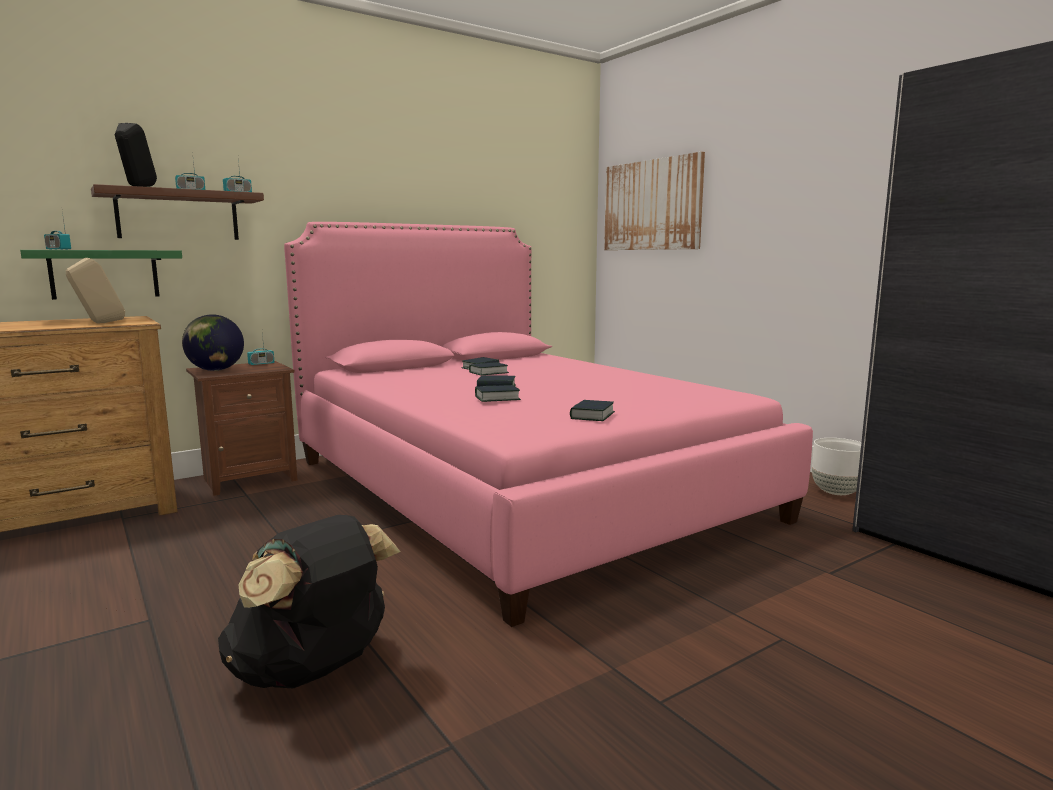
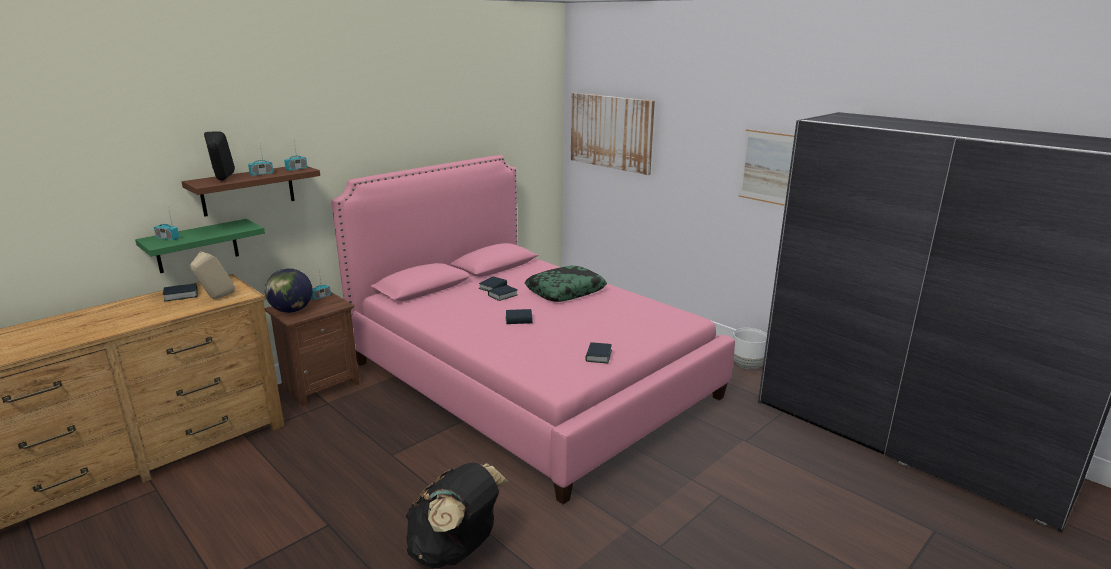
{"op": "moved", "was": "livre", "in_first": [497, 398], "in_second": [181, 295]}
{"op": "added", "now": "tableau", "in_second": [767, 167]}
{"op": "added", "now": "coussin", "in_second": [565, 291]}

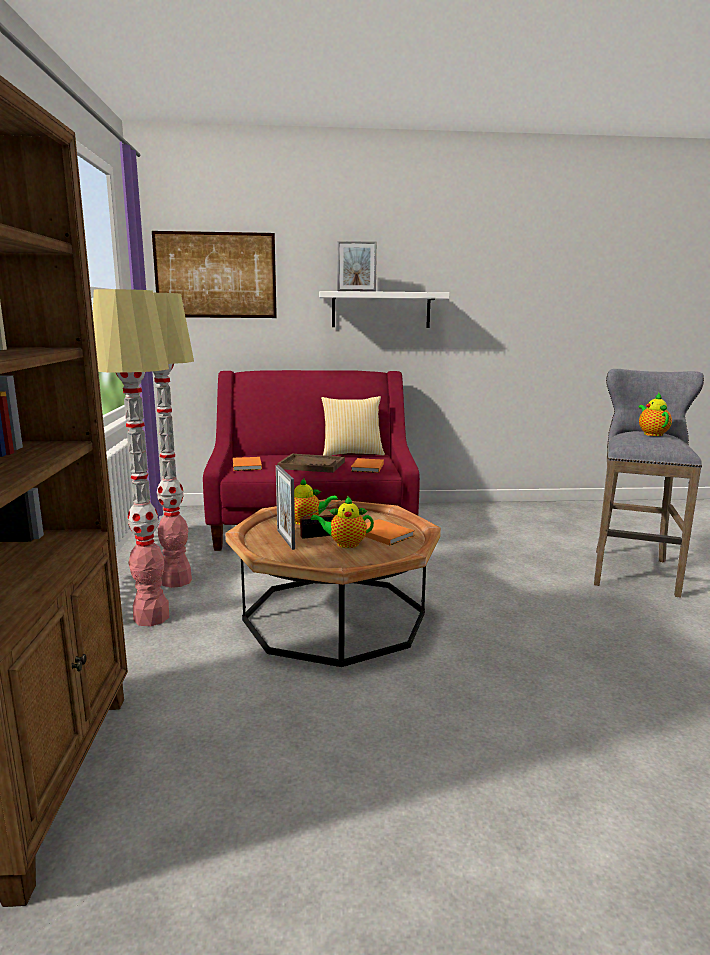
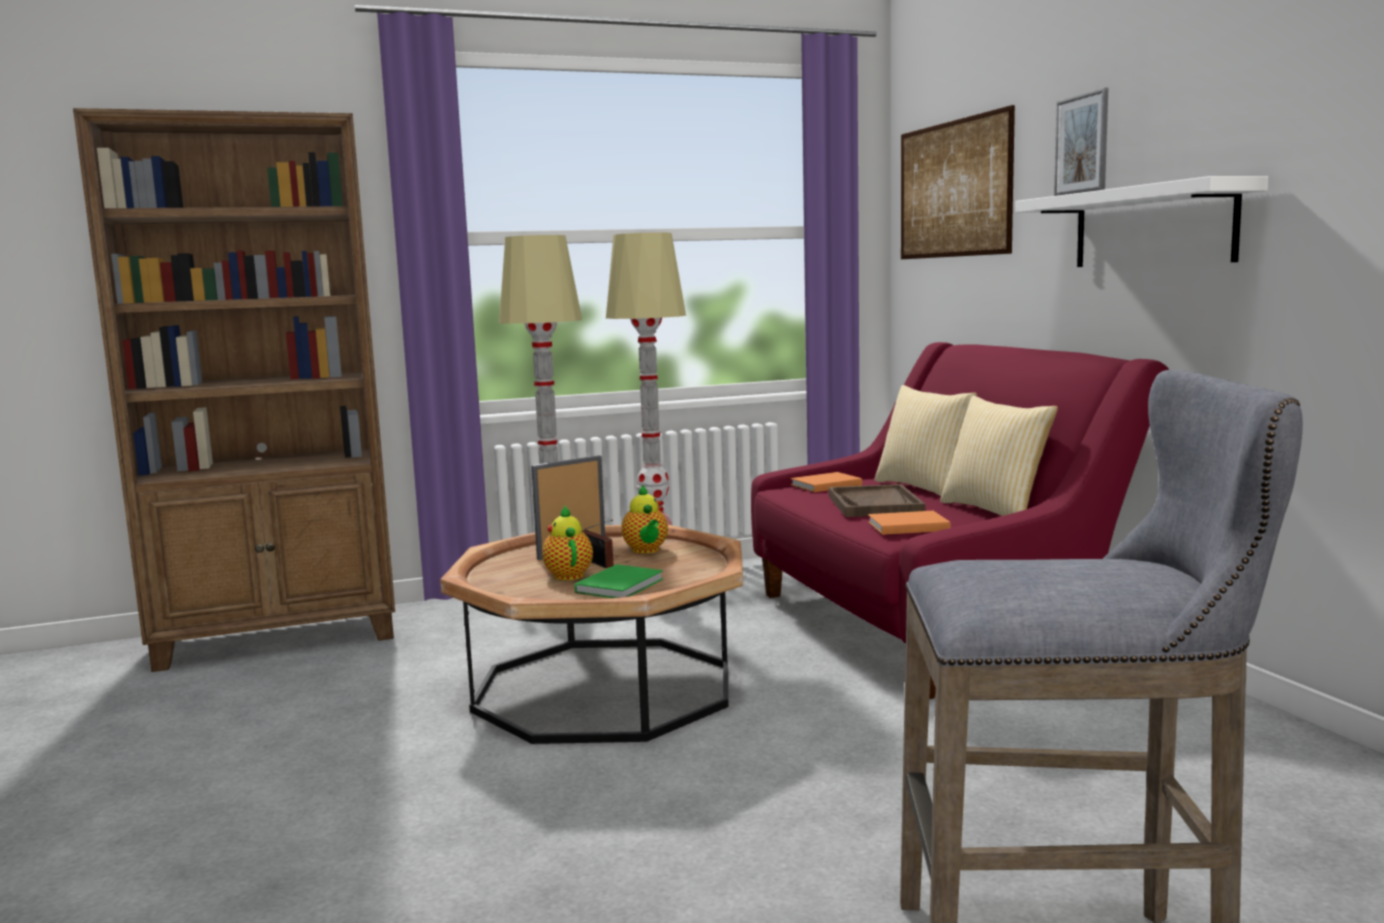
{"op": "removed", "was": "théière", "in_first": [652, 434]}
{"op": "recoloured", "was": "livre [orange]", "now": "livre [vert]", "in_first": [383, 534], "in_second": [622, 585]}
{"op": "added", "now": "coussin", "in_second": [924, 487]}

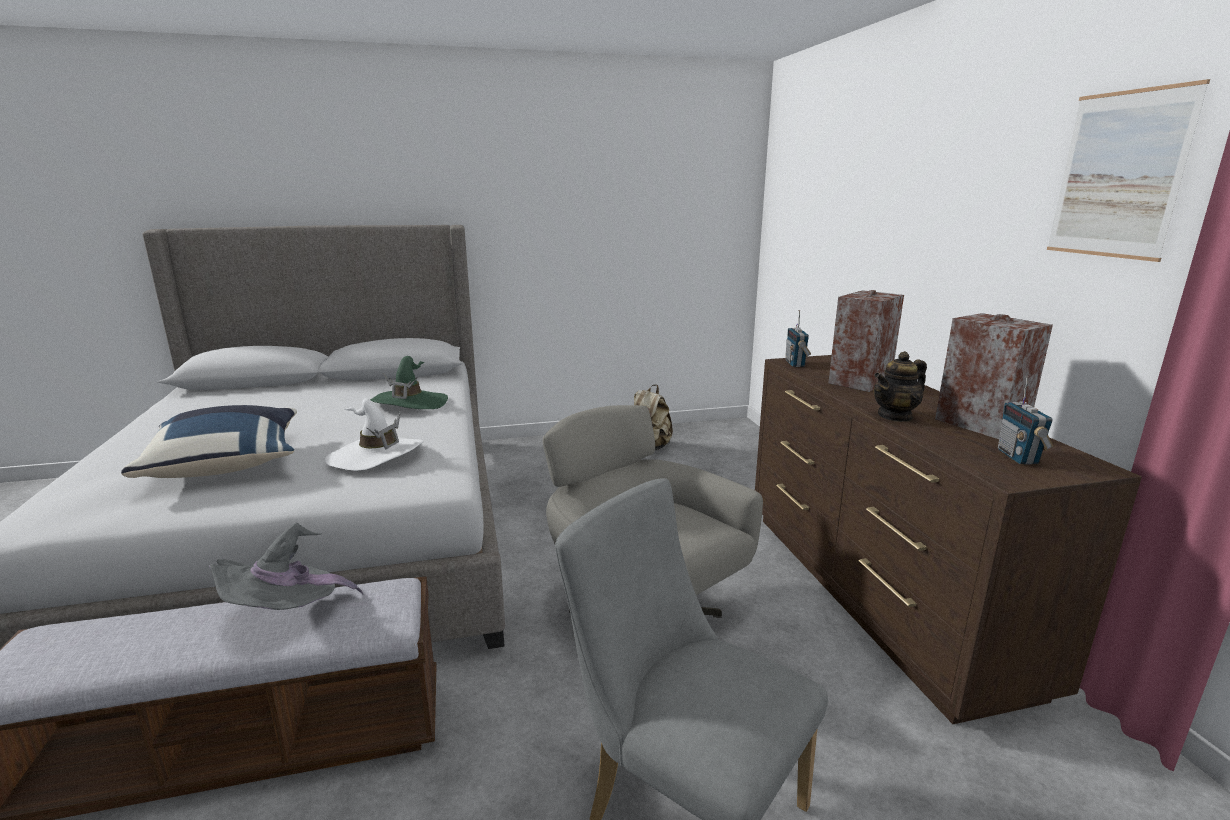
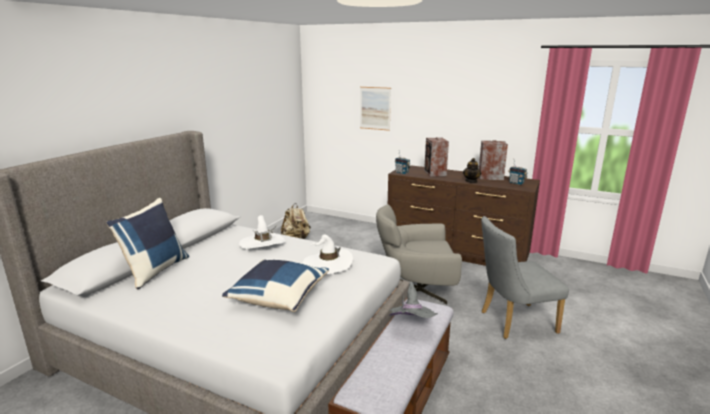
{"op": "moved", "was": "tableau", "in_first": [1119, 175], "in_second": [375, 108]}
{"op": "recoloured", "was": "chapeau [vert]", "now": "chapeau [blanc]", "in_first": [409, 403], "in_second": [262, 243]}
{"op": "added", "now": "coussin [bleu]", "in_second": [155, 270]}

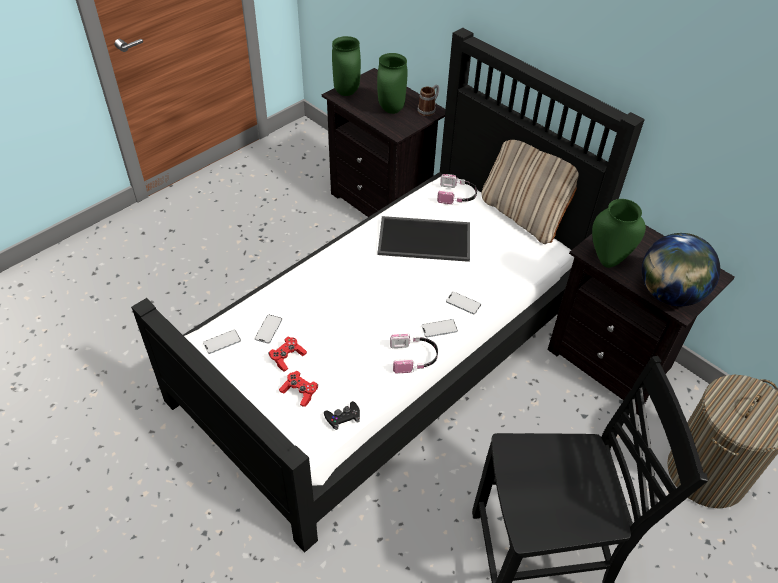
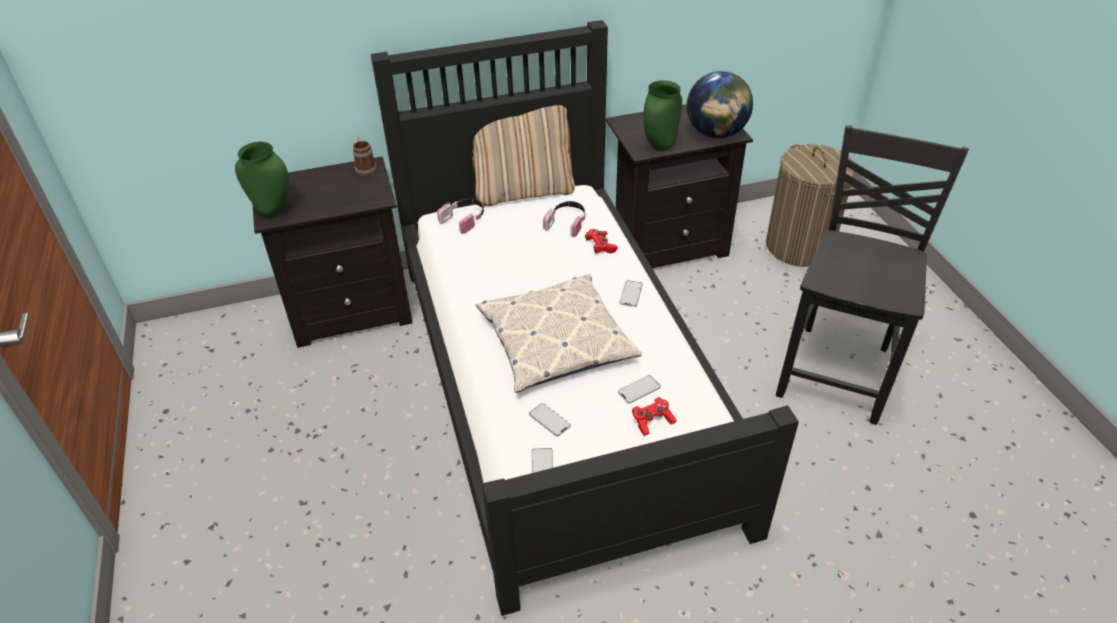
{"op": "removed", "was": "vase [vert]", "in_first": [390, 109]}
{"op": "removed", "was": "plateau", "in_first": [425, 238]}
{"op": "moved", "was": "téléphone", "in_first": [463, 303], "in_second": [639, 390]}
{"op": "moved", "was": "casque audio", "in_first": [414, 358], "in_second": [567, 222]}
{"op": "moved", "was": "manette [rouge]", "in_first": [287, 357], "in_second": [600, 246]}
{"op": "removed", "was": "manette [noir]", "in_first": [343, 417]}
{"op": "added", "now": "coussin", "in_second": [555, 341]}

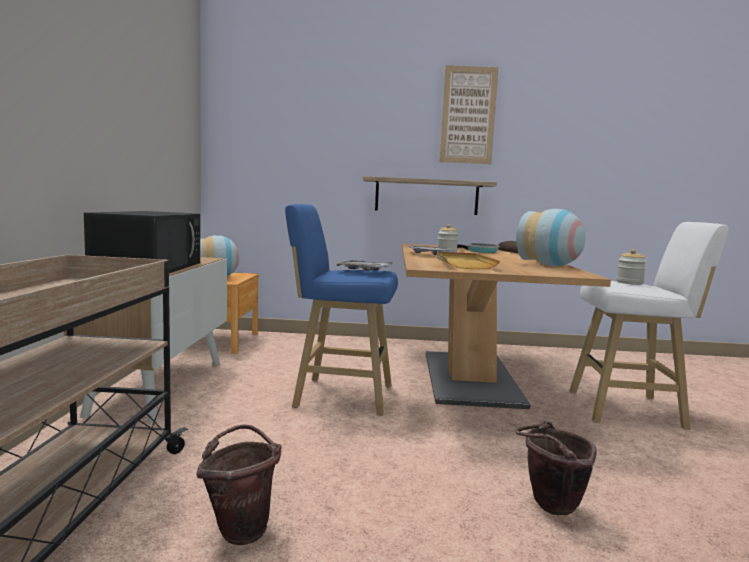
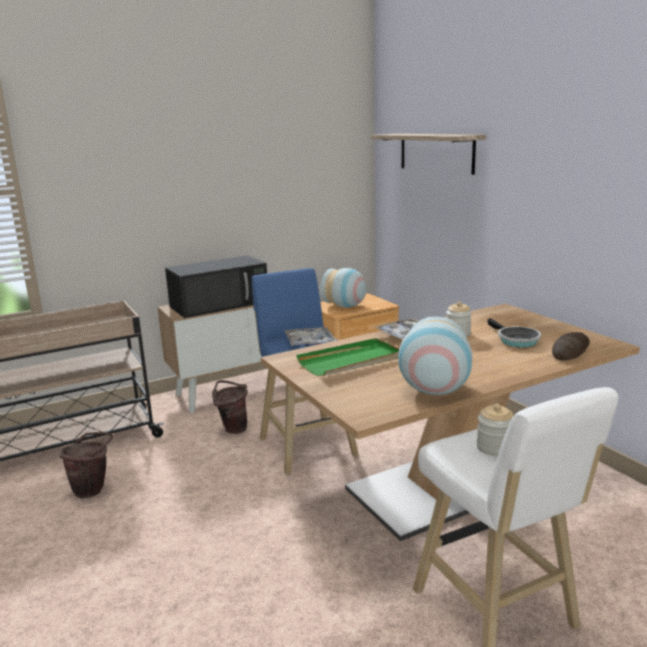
{"op": "removed", "was": "tableau", "in_first": [468, 115]}
{"op": "moved", "was": "étagère", "in_first": [426, 196], "in_second": [436, 152]}
{"op": "recoloured", "was": "plateau [beige]", "now": "plateau [vert]", "in_first": [463, 263], "in_second": [351, 361]}
{"op": "moved", "was": "seau [marron]", "in_first": [549, 507], "in_second": [232, 428]}

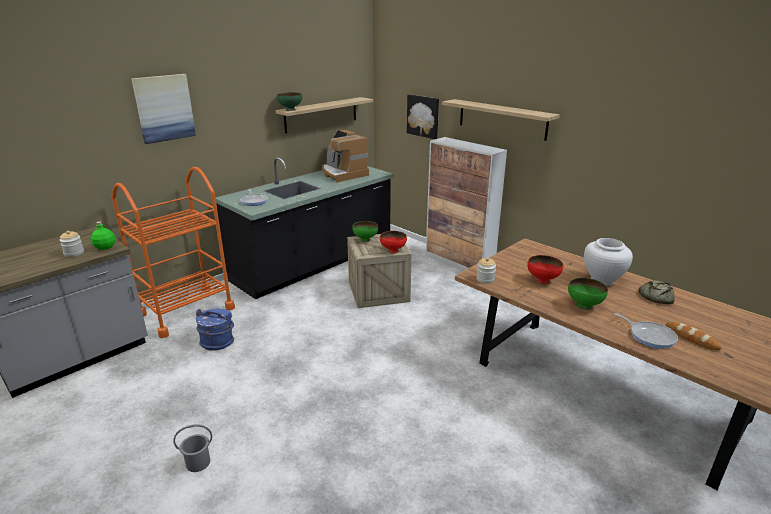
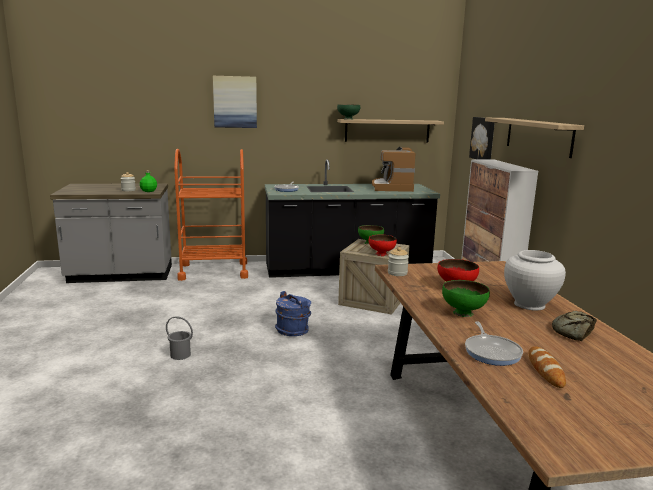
{"op": "moved", "was": "seau [bleu]", "in_first": [218, 342], "in_second": [293, 330]}
{"op": "moved", "was": "seau [gris]", "in_first": [198, 462], "in_second": [180, 355]}

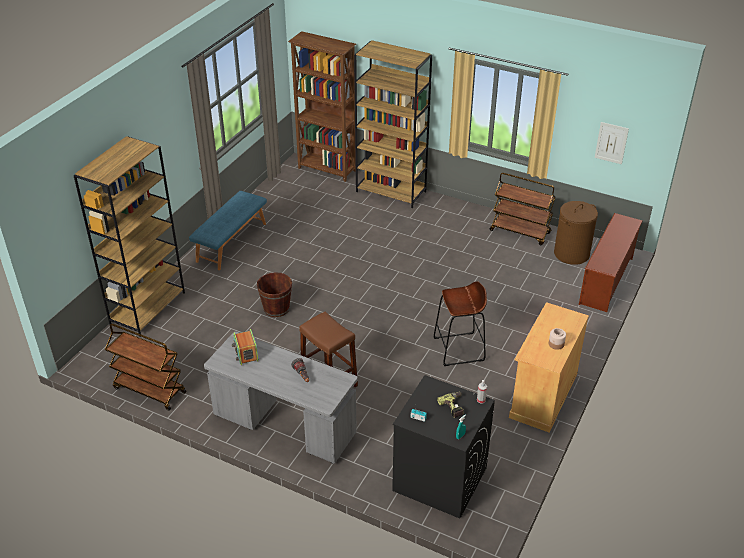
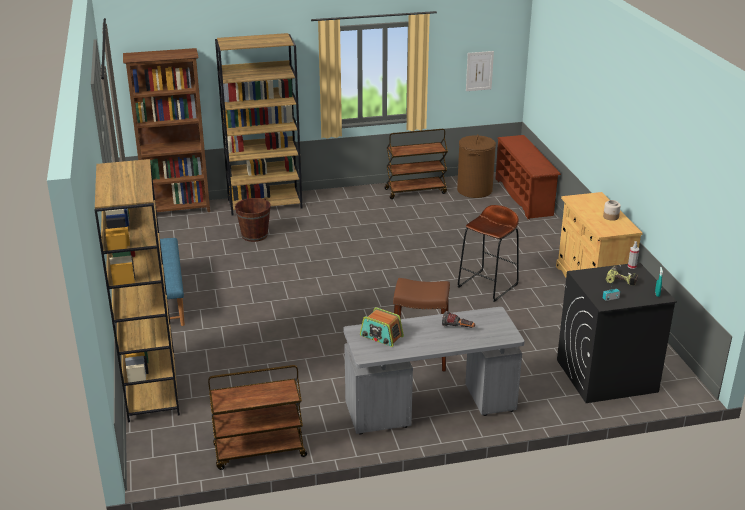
{"op": "moved", "was": "seau [marron]", "in_first": [276, 309], "in_second": [254, 235]}

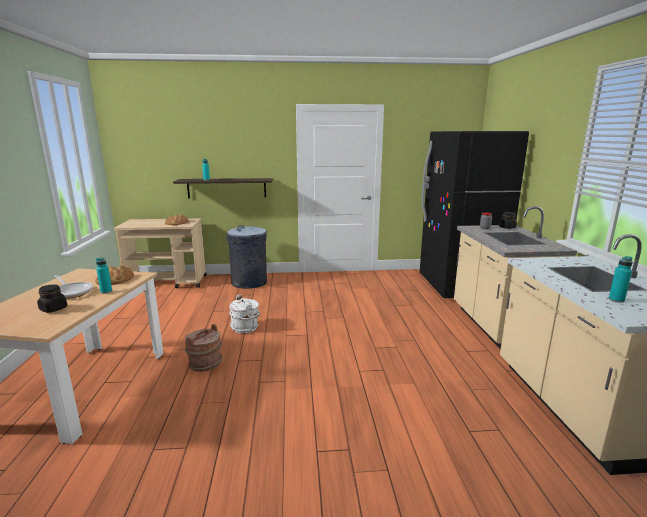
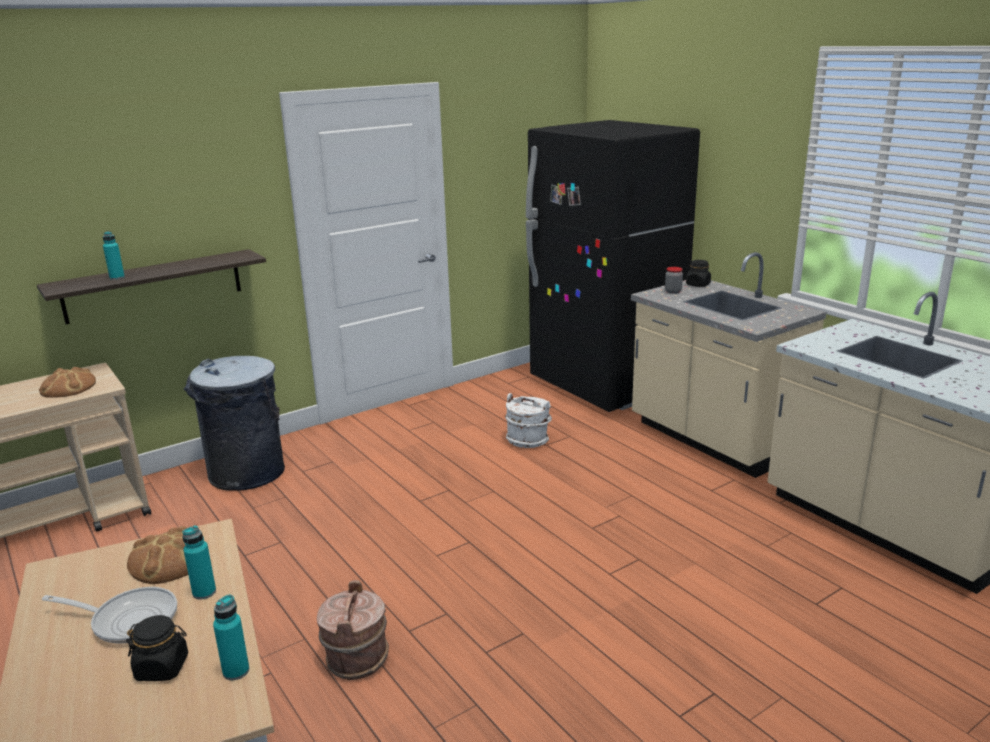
{"op": "moved", "was": "bouteille [turquoise]", "in_first": [616, 300], "in_second": [236, 671]}
{"op": "moved", "was": "seau [blanc]", "in_first": [245, 327], "in_second": [528, 440]}

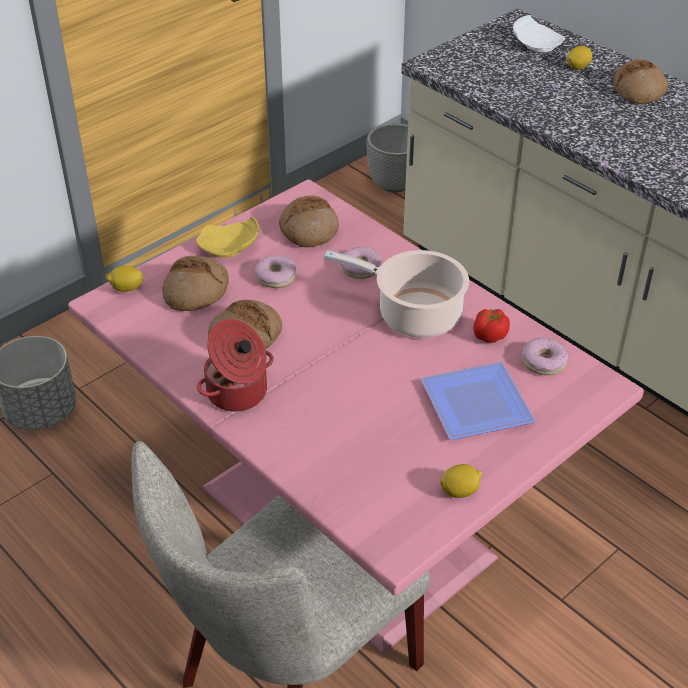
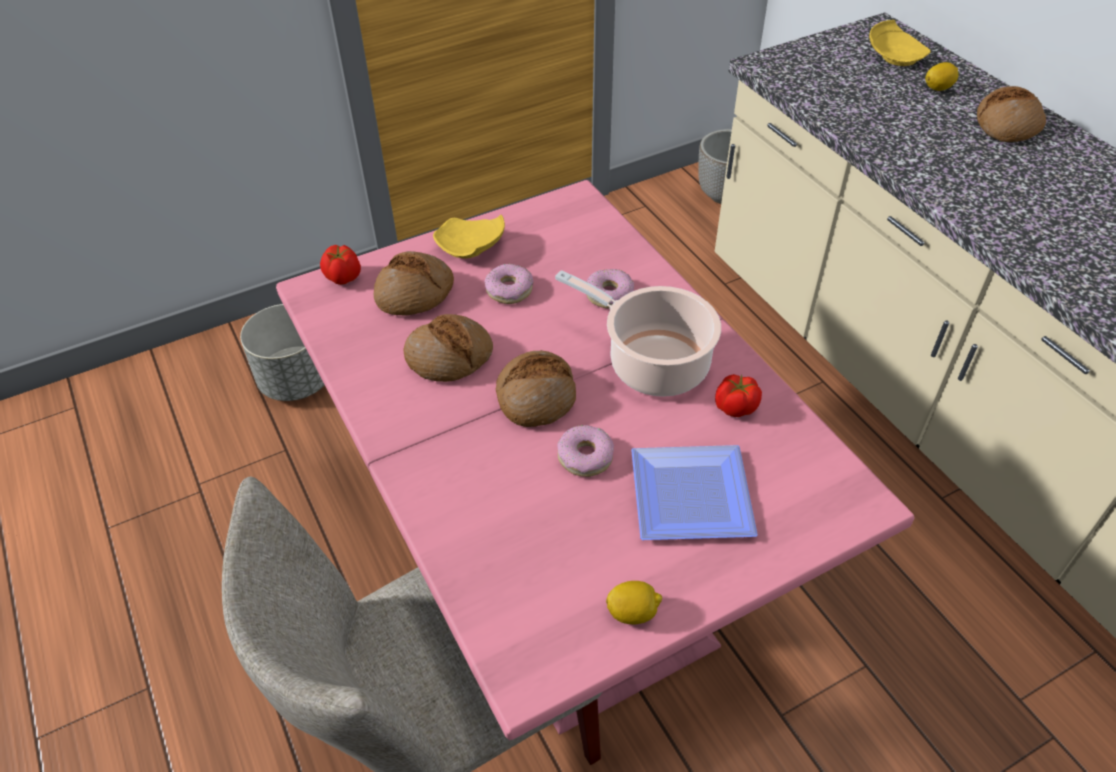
{"op": "recoloured", "was": "assiette [blanc]", "now": "assiette [jaune]", "in_first": [536, 44], "in_second": [895, 56]}
{"op": "moved", "was": "pain", "in_first": [308, 230], "in_second": [536, 396]}
{"op": "replaced", "was": "citron", "now": "tomate", "in_first": [127, 288], "in_second": [343, 277]}
{"op": "removed", "was": "marmite", "in_first": [238, 393]}
{"op": "moved", "was": "beignet", "in_first": [543, 362], "in_second": [585, 457]}

